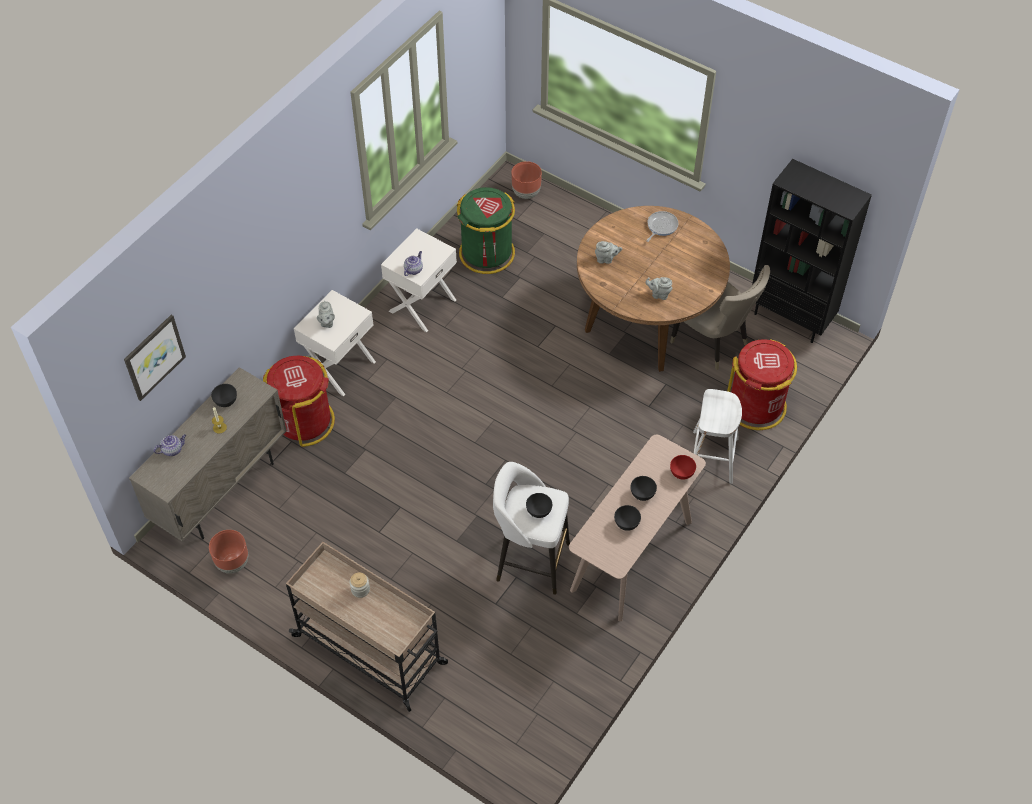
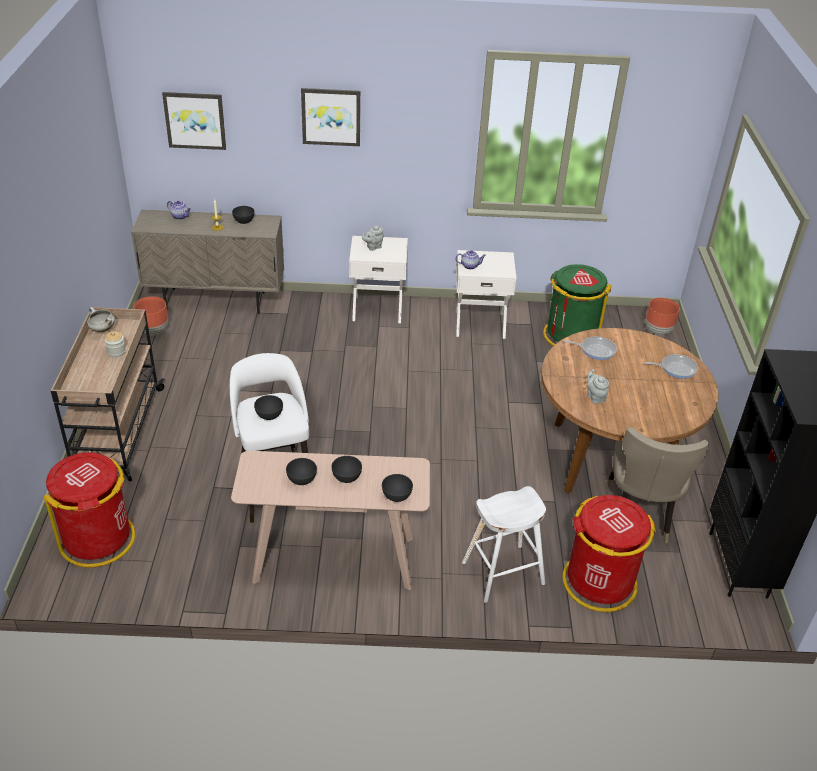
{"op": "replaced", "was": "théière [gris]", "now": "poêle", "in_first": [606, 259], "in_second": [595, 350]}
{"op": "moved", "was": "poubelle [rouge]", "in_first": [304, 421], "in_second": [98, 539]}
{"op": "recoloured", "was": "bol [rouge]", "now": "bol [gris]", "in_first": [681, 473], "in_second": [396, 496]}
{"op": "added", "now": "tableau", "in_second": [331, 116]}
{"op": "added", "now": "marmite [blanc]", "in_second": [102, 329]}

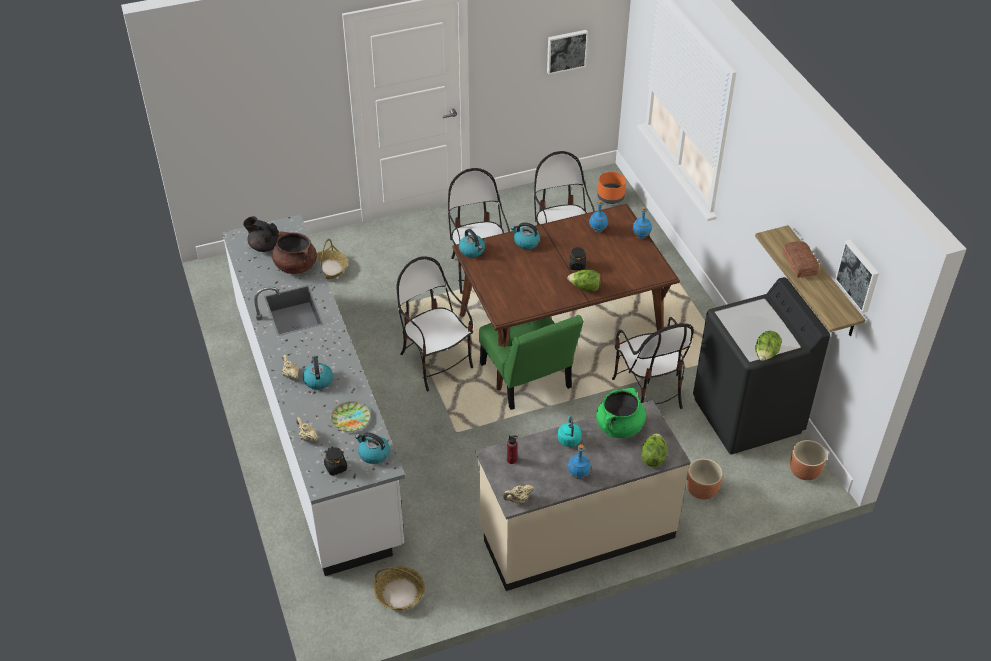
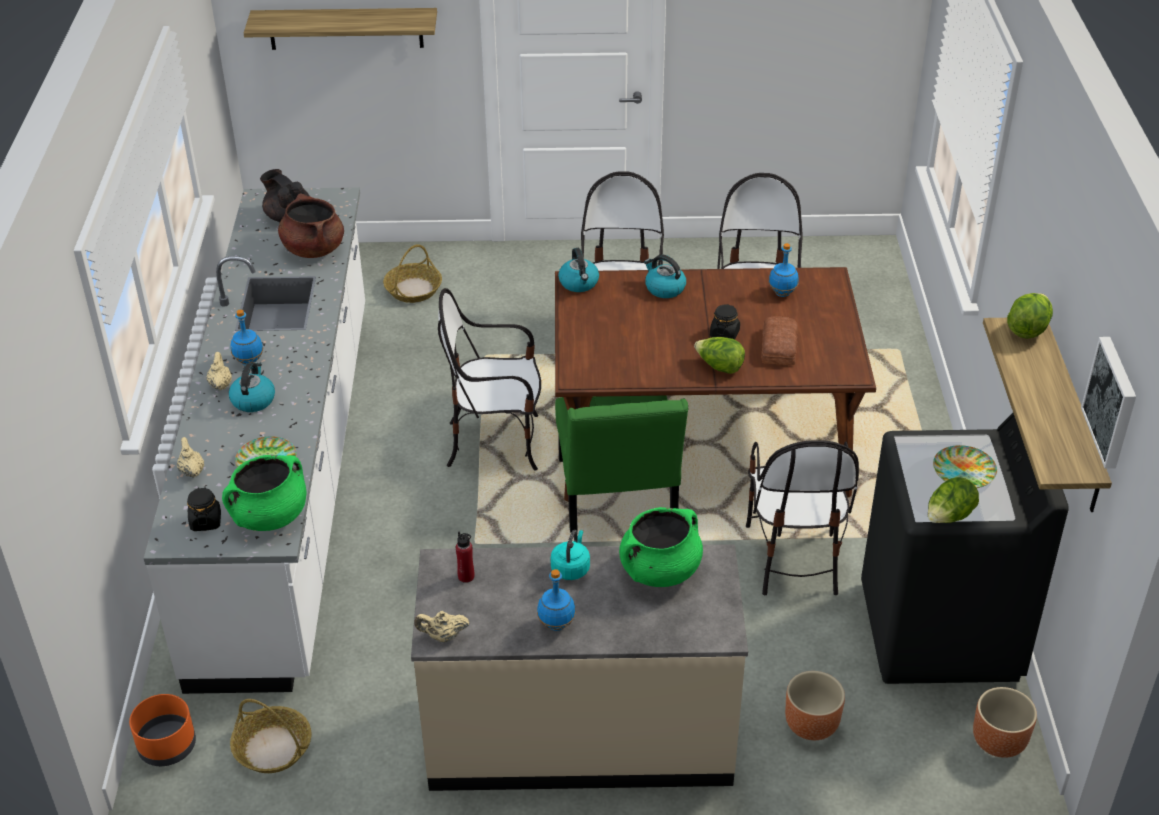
{"op": "removed", "was": "tableau", "in_first": [566, 51]}
{"op": "moved", "was": "cache-pot [orange]", "in_first": [611, 197], "in_second": [168, 746]}
{"op": "moved", "was": "bouteille [bleu]", "in_first": [640, 236], "in_second": [249, 361]}
{"op": "moved", "was": "pain", "in_first": [800, 263], "in_second": [780, 347]}
{"op": "turned", "was": "chaise", "in_first": [435, 363], "in_second": [495, 443], "clockwise": -75}
{"op": "replaced", "was": "bouilloire", "now": "marmite [vert]", "in_first": [373, 454], "in_second": [269, 516]}
{"op": "moved", "was": "laitue", "in_first": [653, 457], "in_second": [1027, 329]}
{"op": "added", "now": "étagère", "in_second": [345, 28]}
{"op": "added", "now": "assiette", "in_second": [964, 471]}

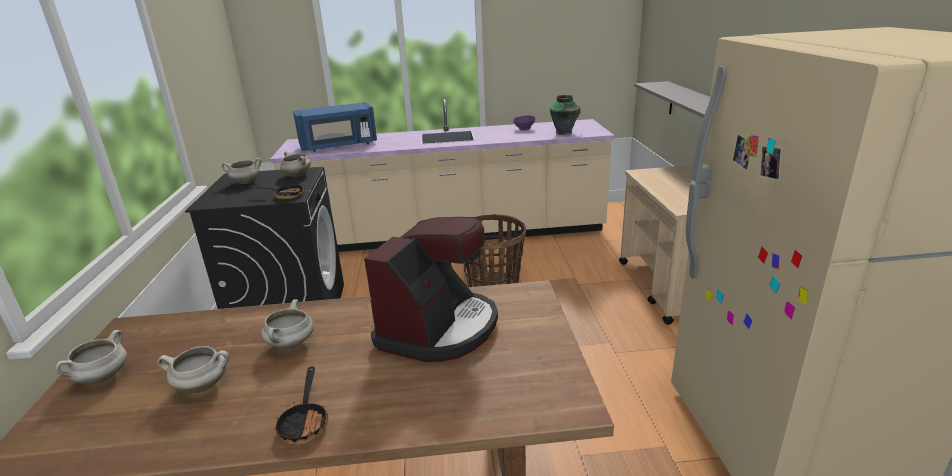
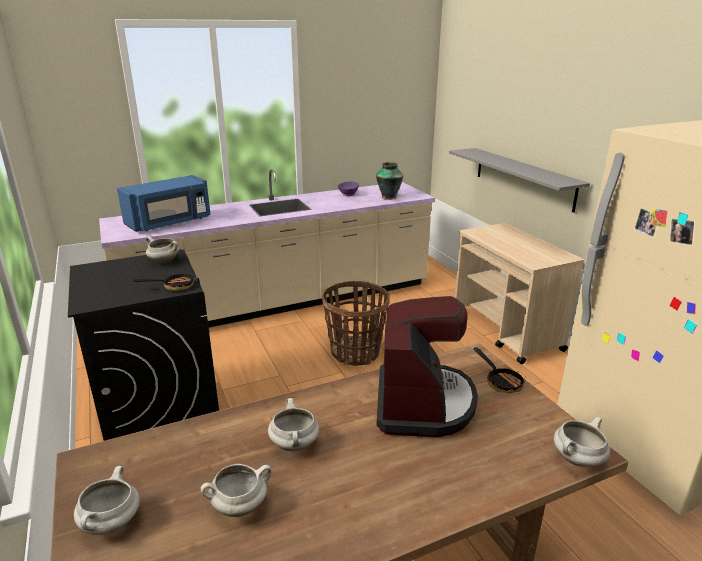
{"op": "moved", "was": "marmite [blanc]", "in_first": [245, 183], "in_second": [577, 460]}
{"op": "moved", "was": "poêle", "in_first": [305, 422], "in_second": [500, 381]}

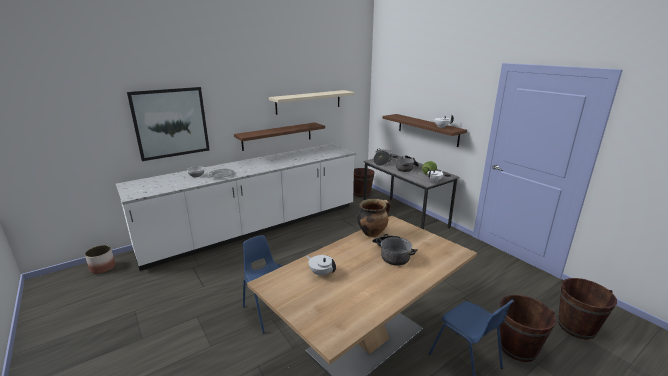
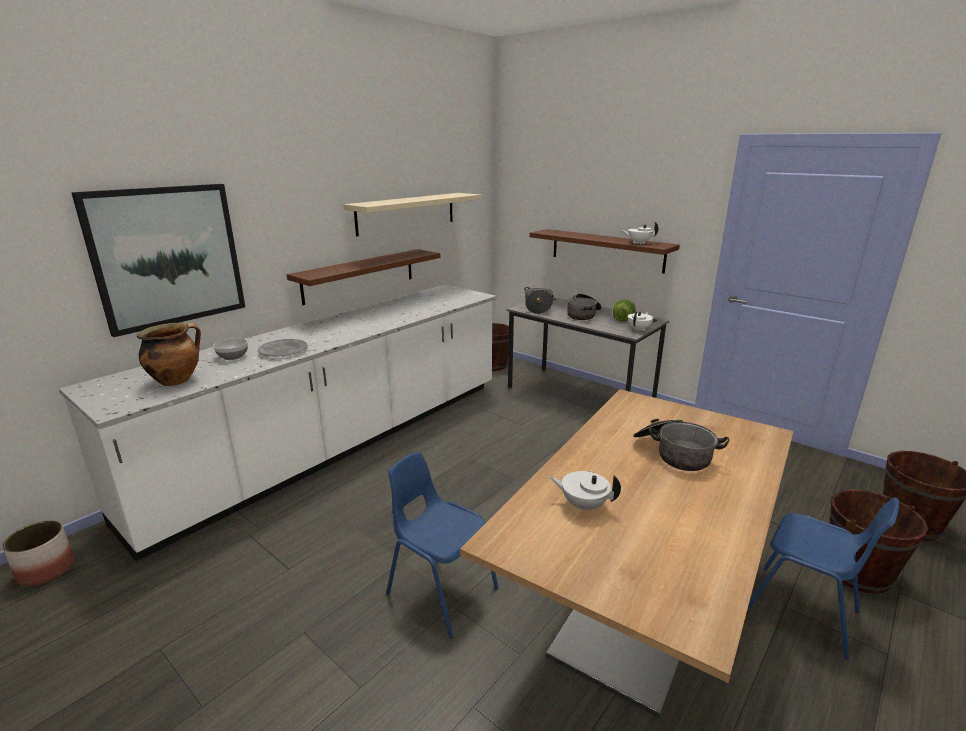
{"op": "moved", "was": "marmite", "in_first": [372, 233], "in_second": [177, 380]}

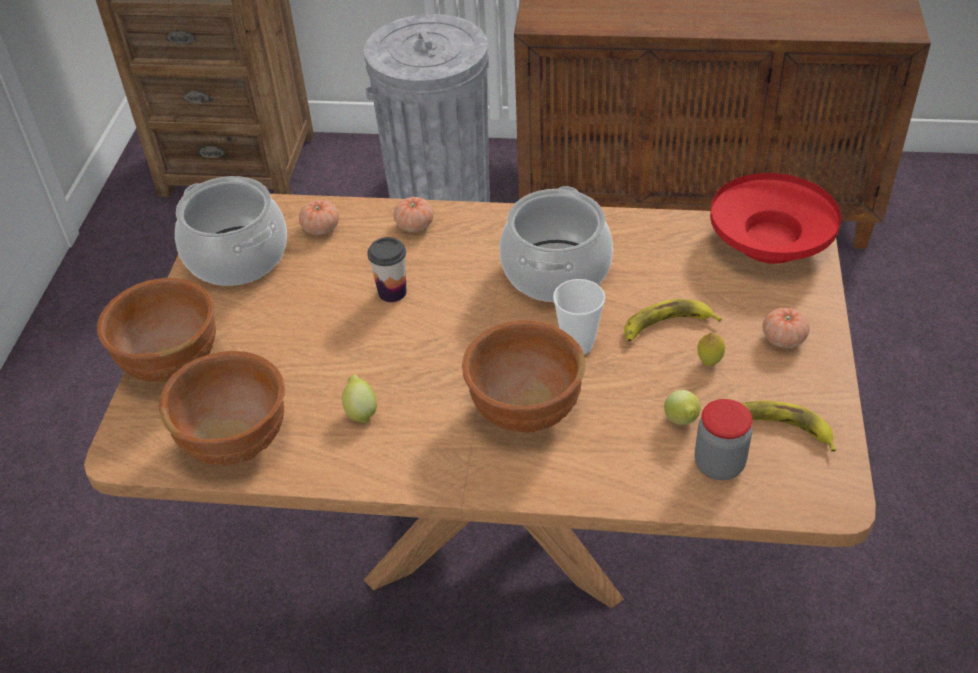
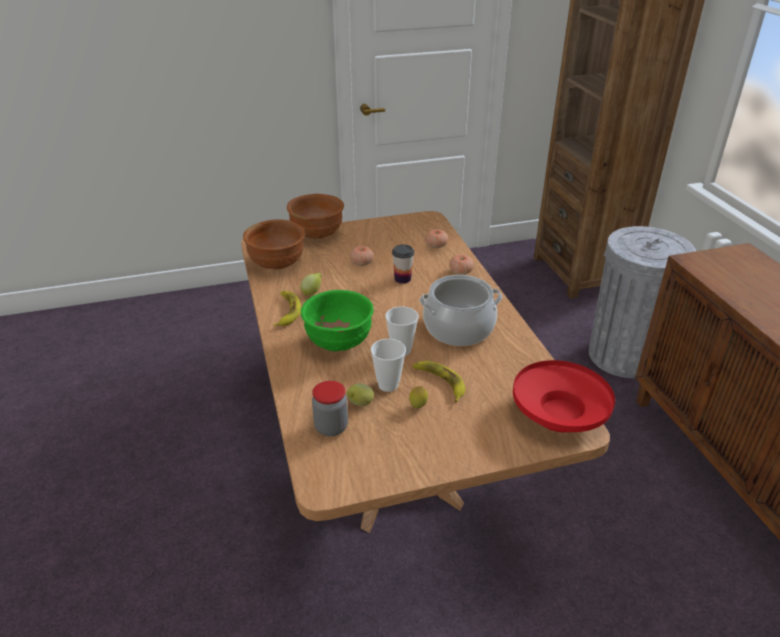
{"op": "removed", "was": "marmite", "in_first": [236, 257]}
{"op": "moved", "was": "tomate", "in_first": [783, 339], "in_second": [361, 263]}
{"op": "recoloured", "was": "bol [marron]", "now": "bol [vert]", "in_first": [524, 409], "in_second": [339, 343]}
{"op": "moved", "was": "banane", "in_first": [779, 429], "in_second": [286, 311]}
{"op": "added", "now": "tasse", "in_second": [388, 385]}

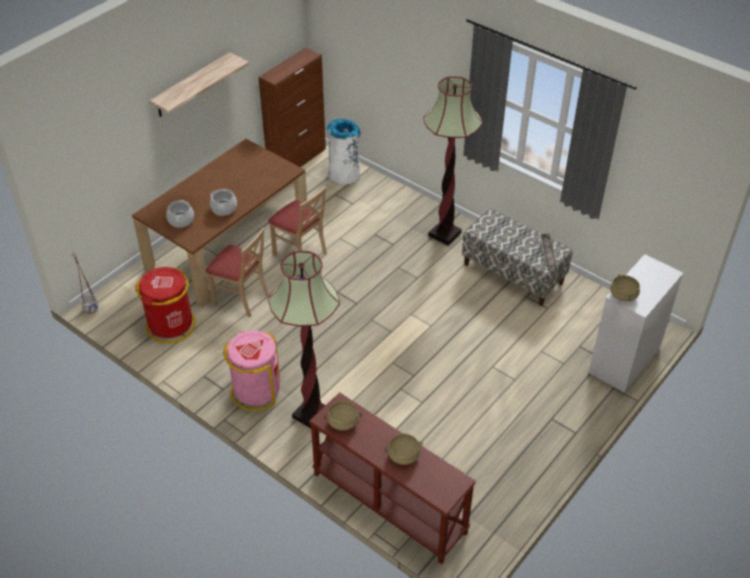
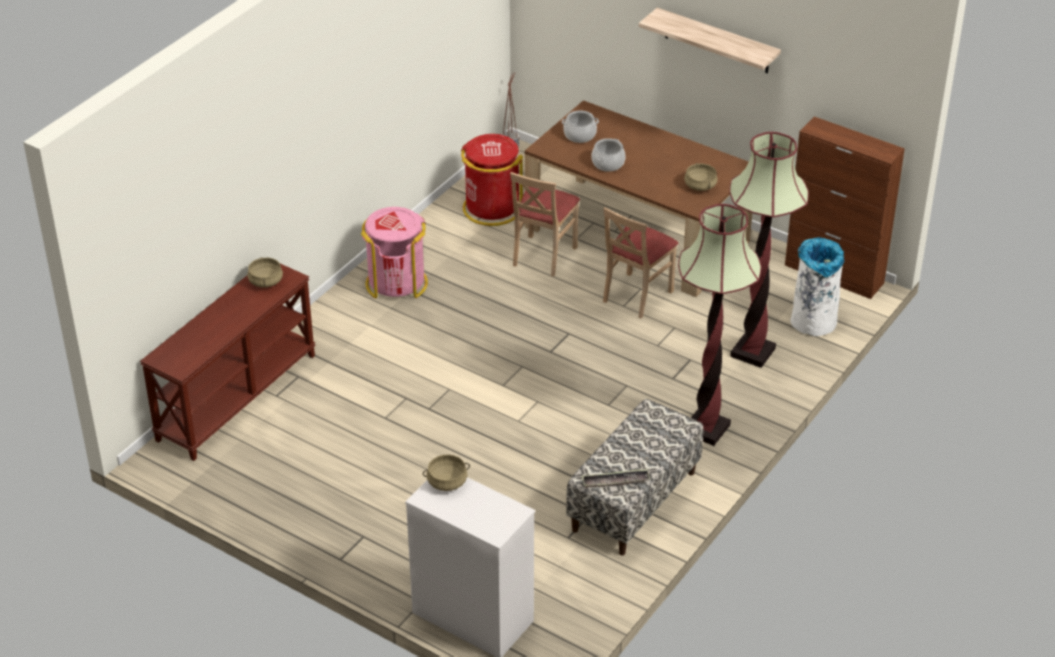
{"op": "moved", "was": "lampadaire", "in_first": [311, 414], "in_second": [753, 352]}
{"op": "moved", "was": "marmite [beige]", "in_first": [403, 455], "in_second": [700, 186]}

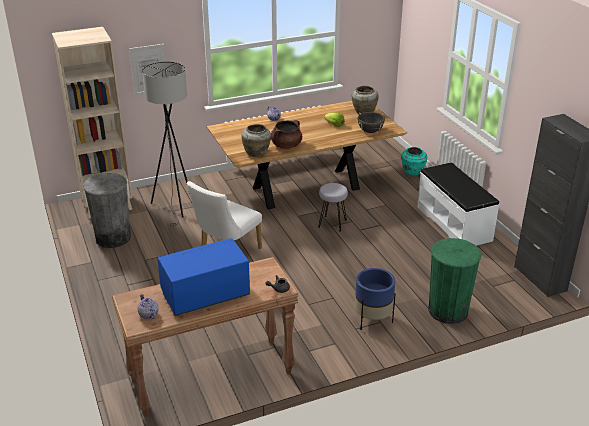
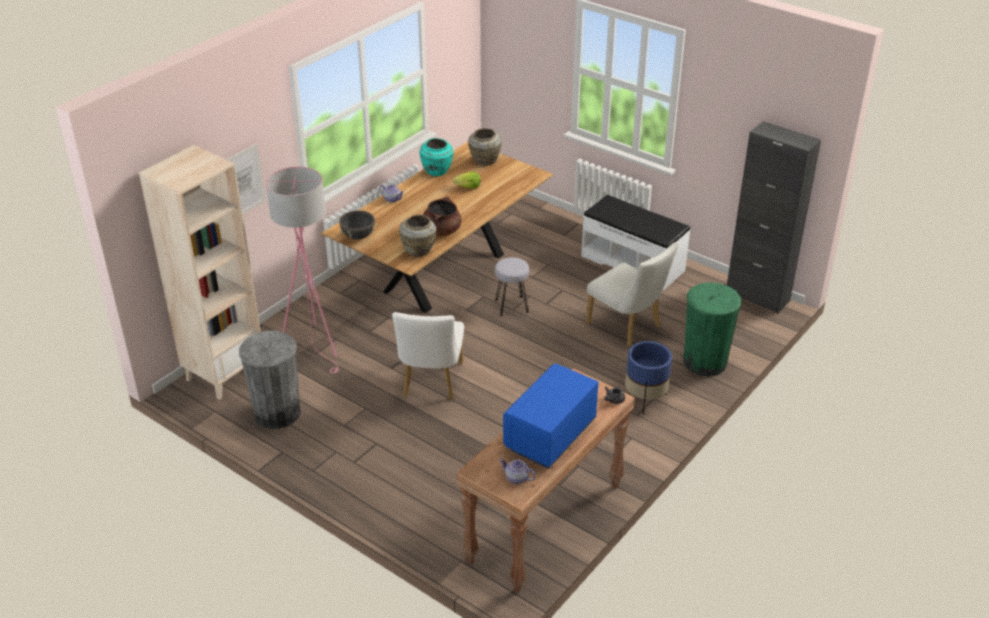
{"op": "recoloured", "was": "lampadaire [gris]", "now": "lampadaire [rose]", "in_first": [176, 206], "in_second": [314, 346]}
{"op": "moved", "was": "marmite [noir]", "in_first": [370, 131], "in_second": [358, 236]}
{"op": "moved", "was": "vase [turquoise]", "in_first": [412, 172], "in_second": [437, 172]}
{"op": "added", "now": "chaise [blanc]", "in_second": [628, 327]}

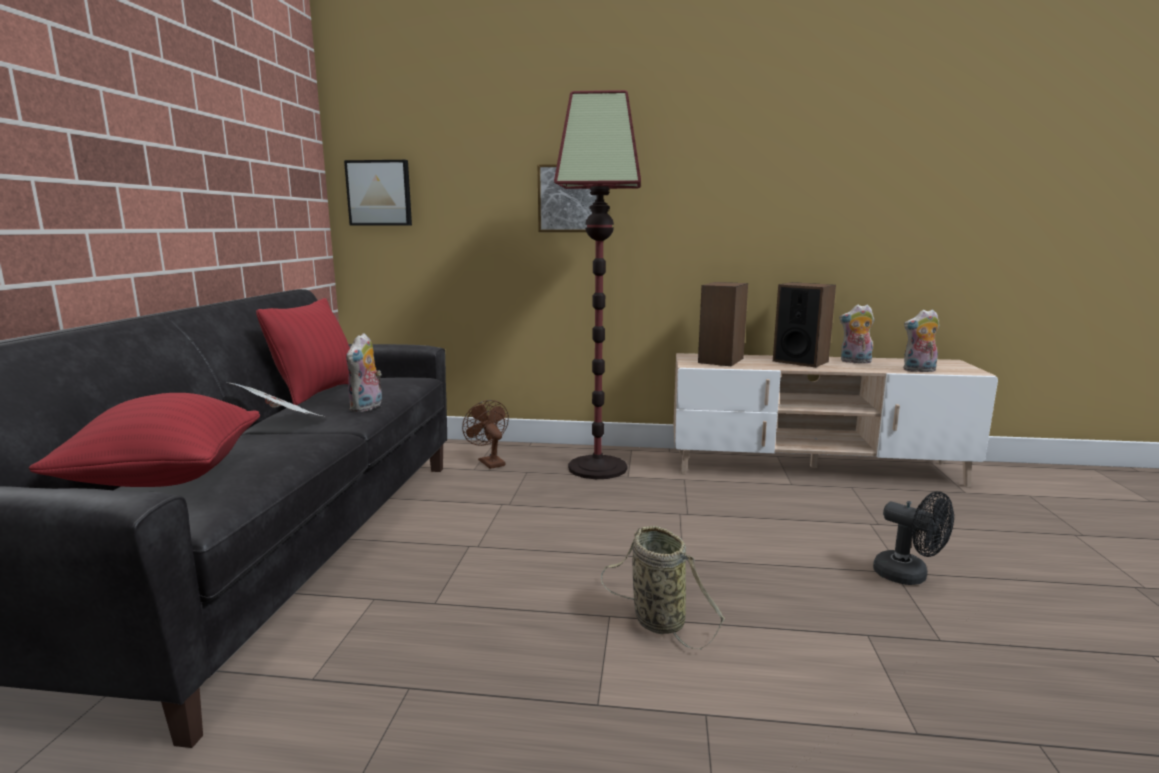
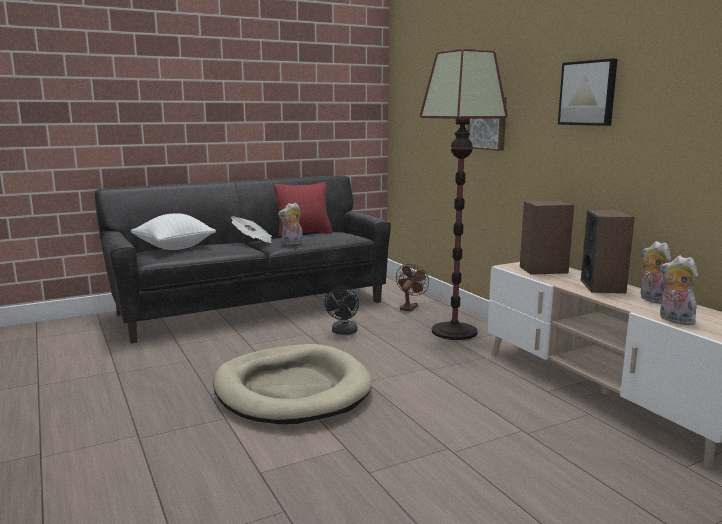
{"op": "moved", "was": "tableau", "in_first": [380, 193], "in_second": [588, 93]}
{"op": "recoloured", "was": "coussin [rouge]", "now": "coussin [blanc]", "in_first": [166, 478], "in_second": [174, 248]}
{"op": "moved", "was": "ventilateur [noir]", "in_first": [909, 576], "in_second": [343, 332]}
{"op": "replaced", "was": "panier", "now": "panier pour chien [beige]", "in_first": [655, 619], "in_second": [292, 390]}

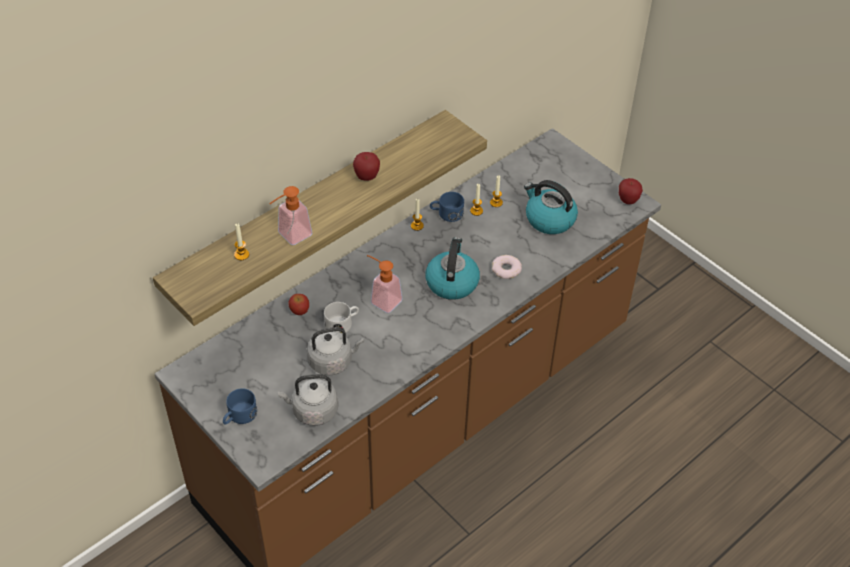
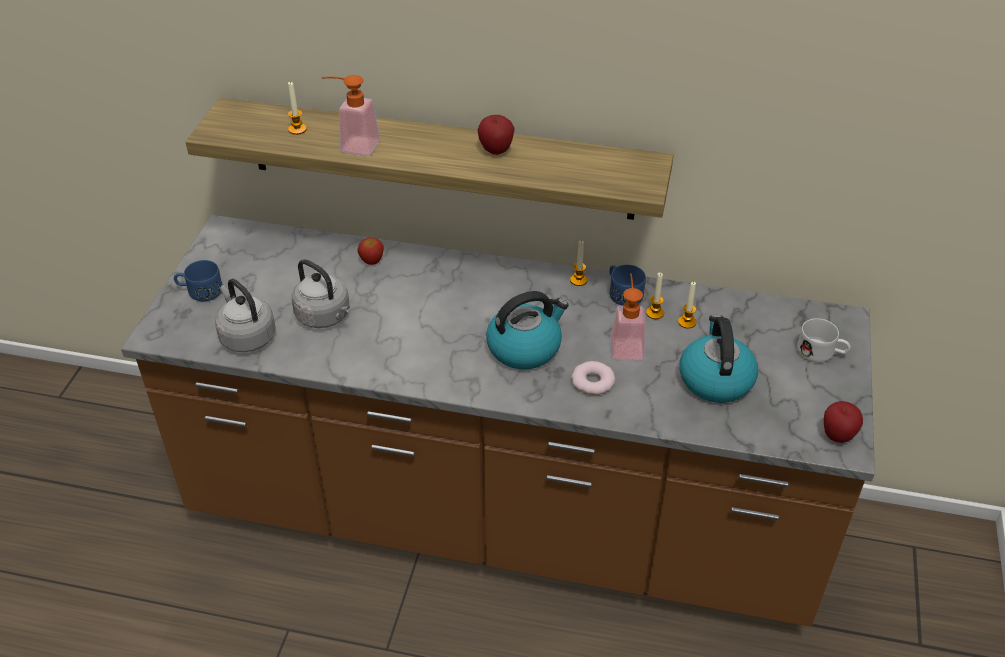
{"op": "moved", "was": "distributeur de savon", "in_first": [382, 299], "in_second": [626, 344]}
{"op": "moved", "was": "mug [blanc]", "in_first": [342, 323], "in_second": [821, 353]}

